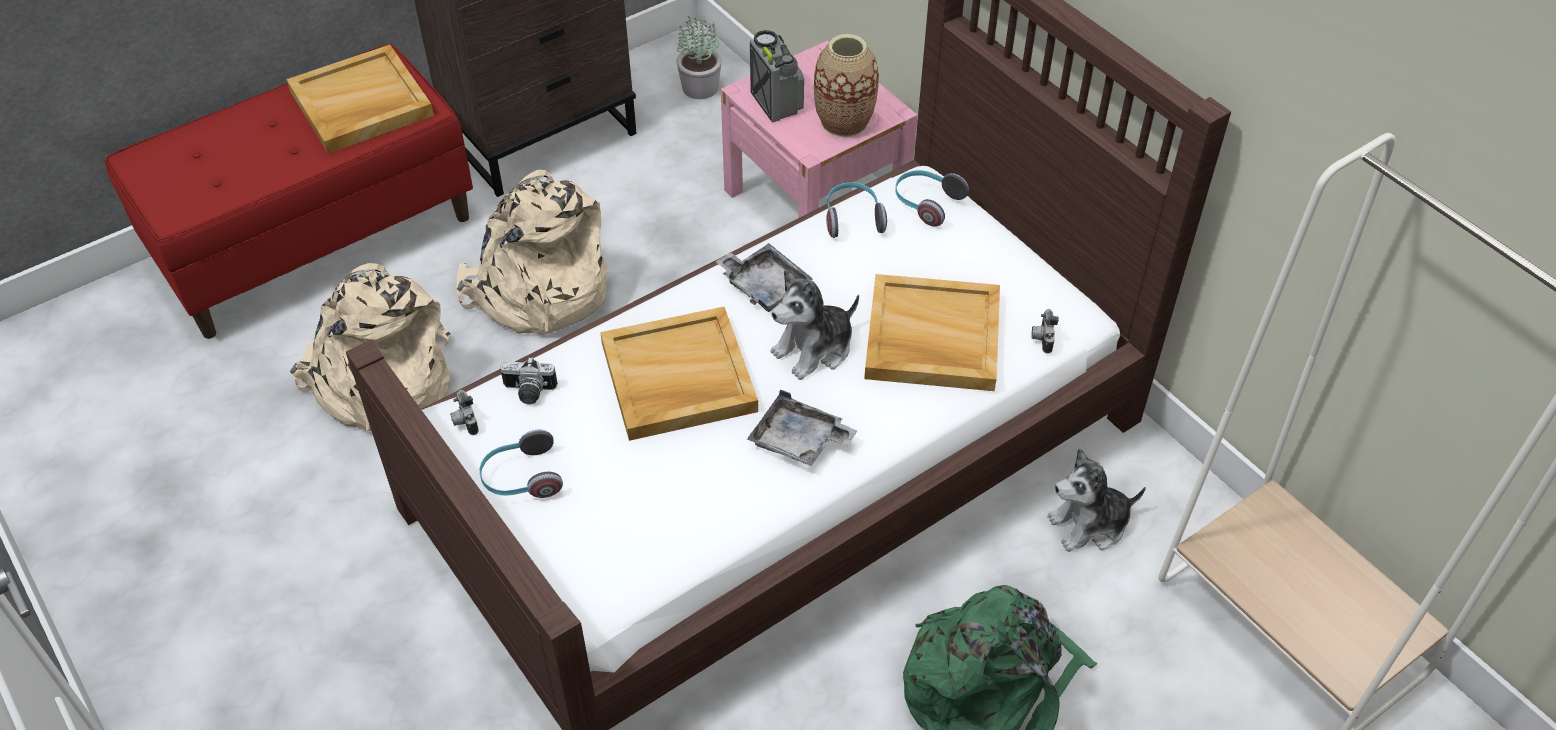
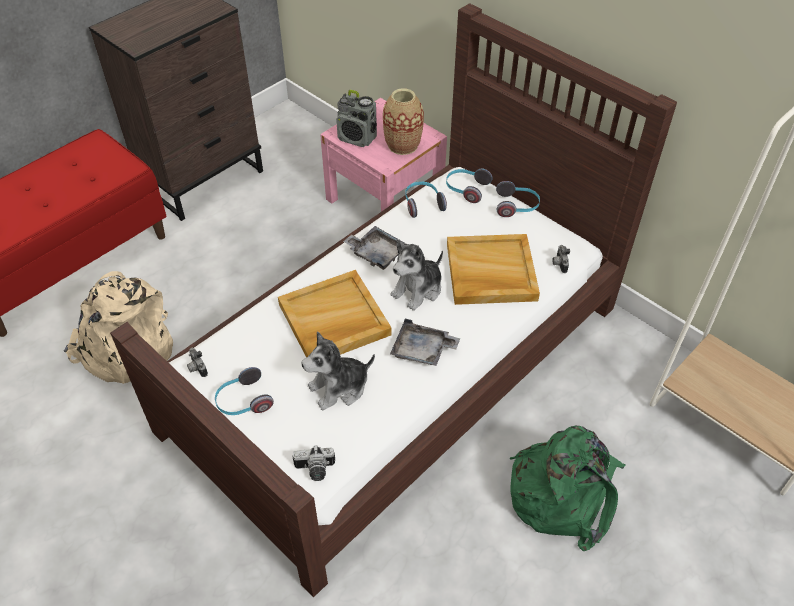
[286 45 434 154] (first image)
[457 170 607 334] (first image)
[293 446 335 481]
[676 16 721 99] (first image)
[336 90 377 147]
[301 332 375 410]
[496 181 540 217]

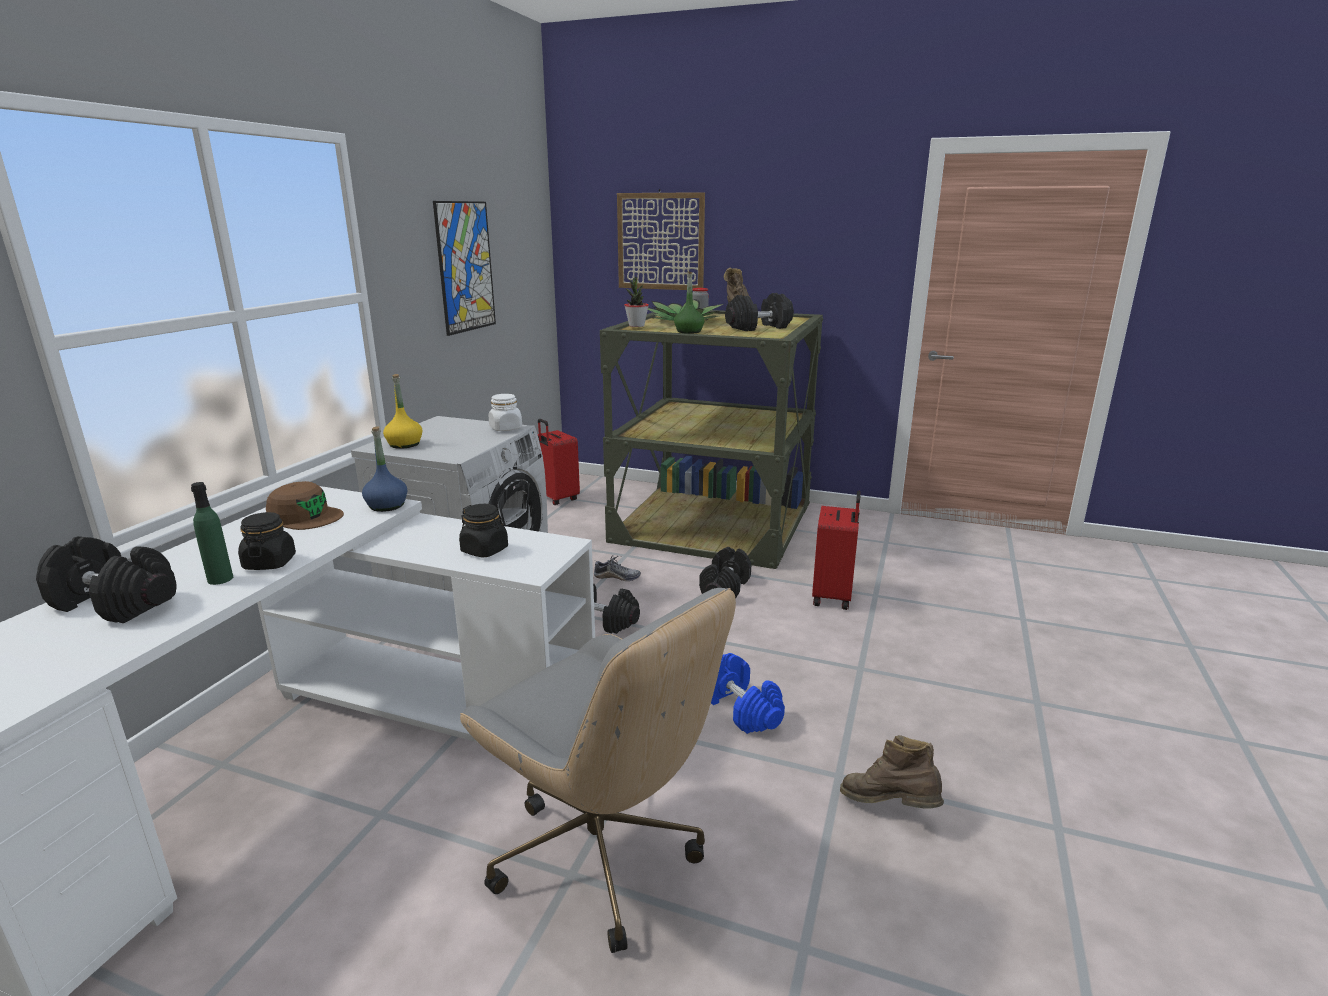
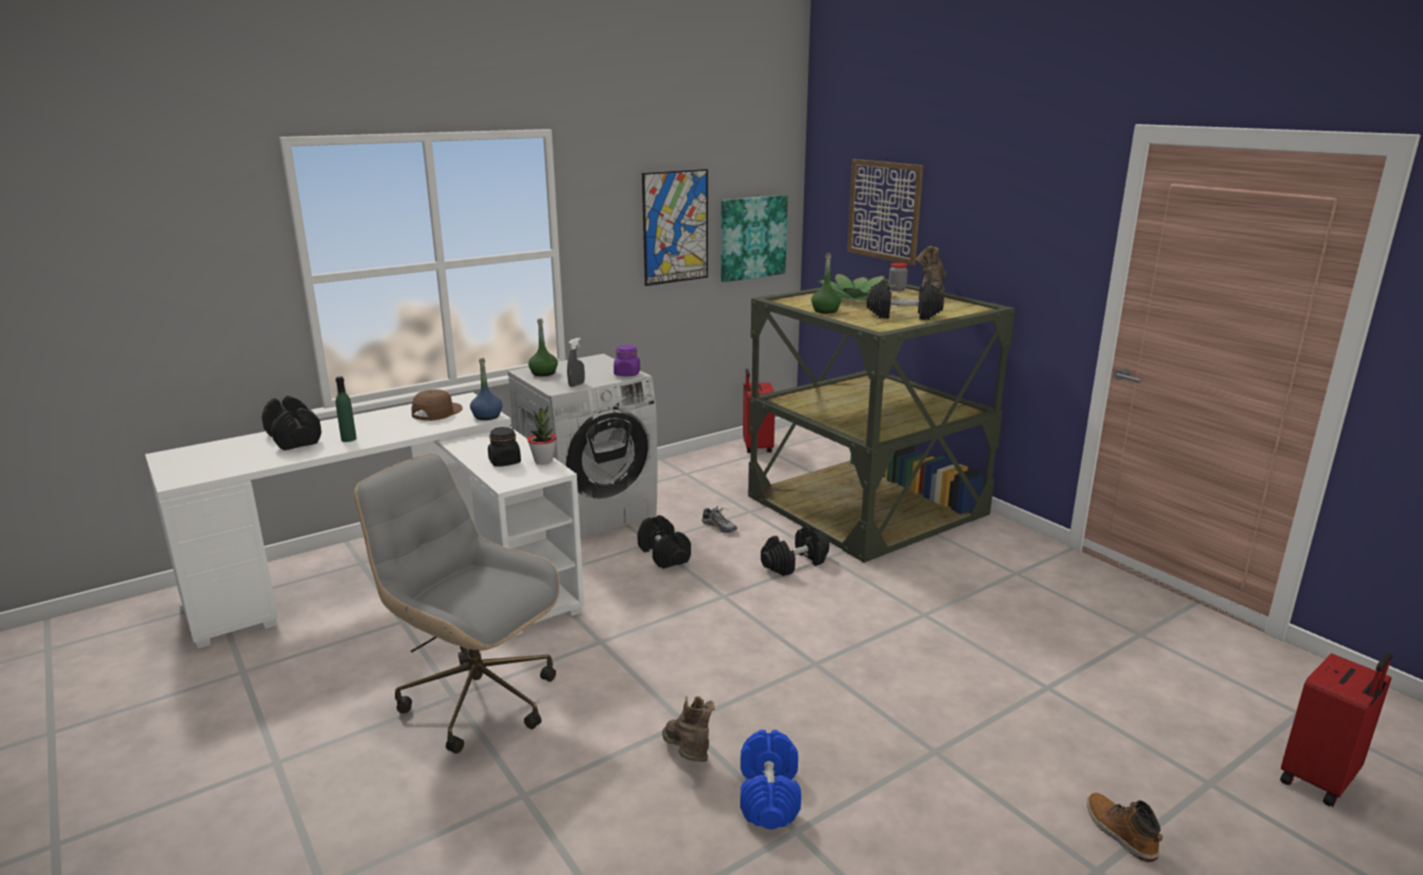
[238 512 296 570] (first image)
[411 389 463 421]
[528 318 558 376]
[354 453 560 754]
[614 345 640 376]
[527 405 556 464]
[740 730 801 829]
[1280 653 1392 807]
[567 338 585 387]
[721 195 788 282]
[1087 793 1163 862]

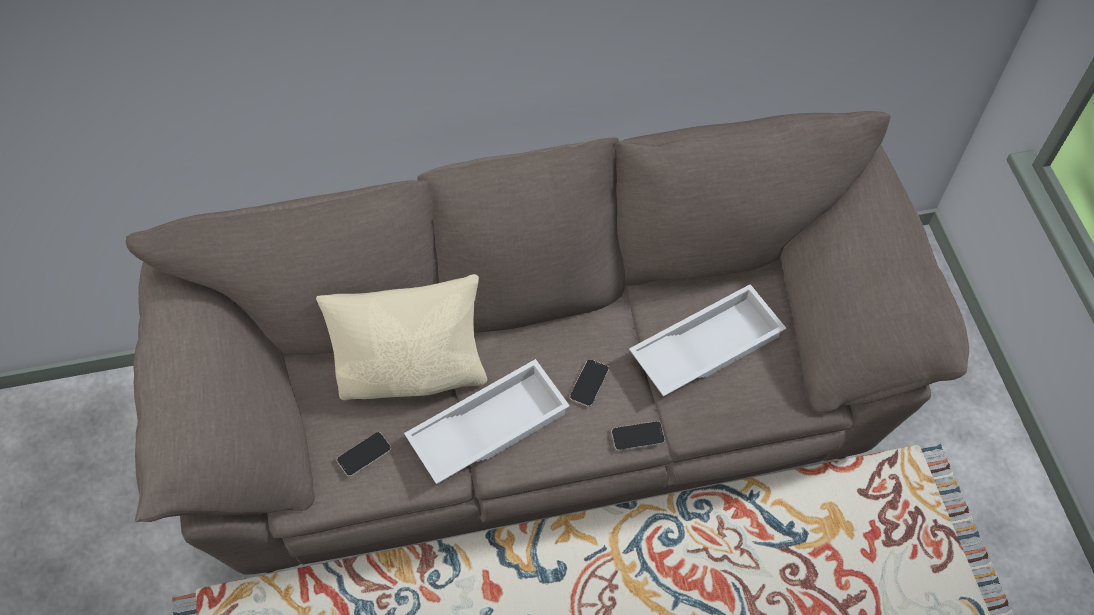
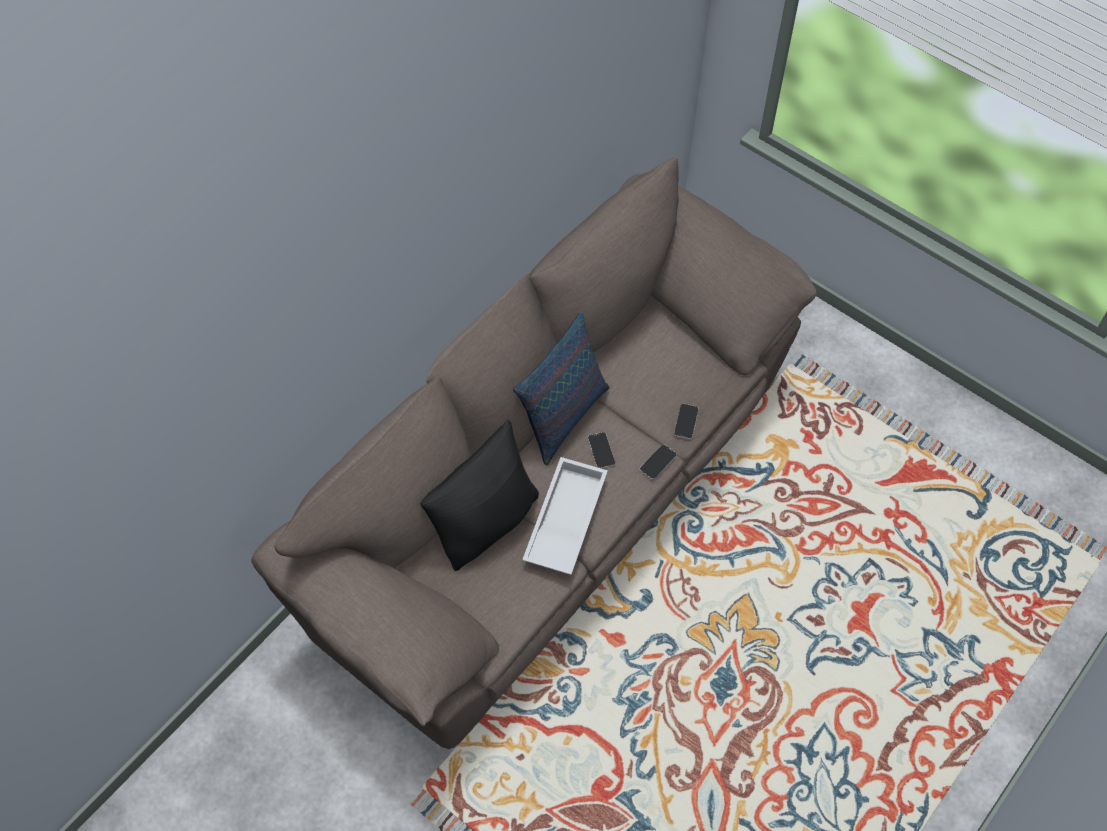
[420 420 539 571]
[674 404 699 439]
[629 284 786 397] (first image)
[513 312 610 466]

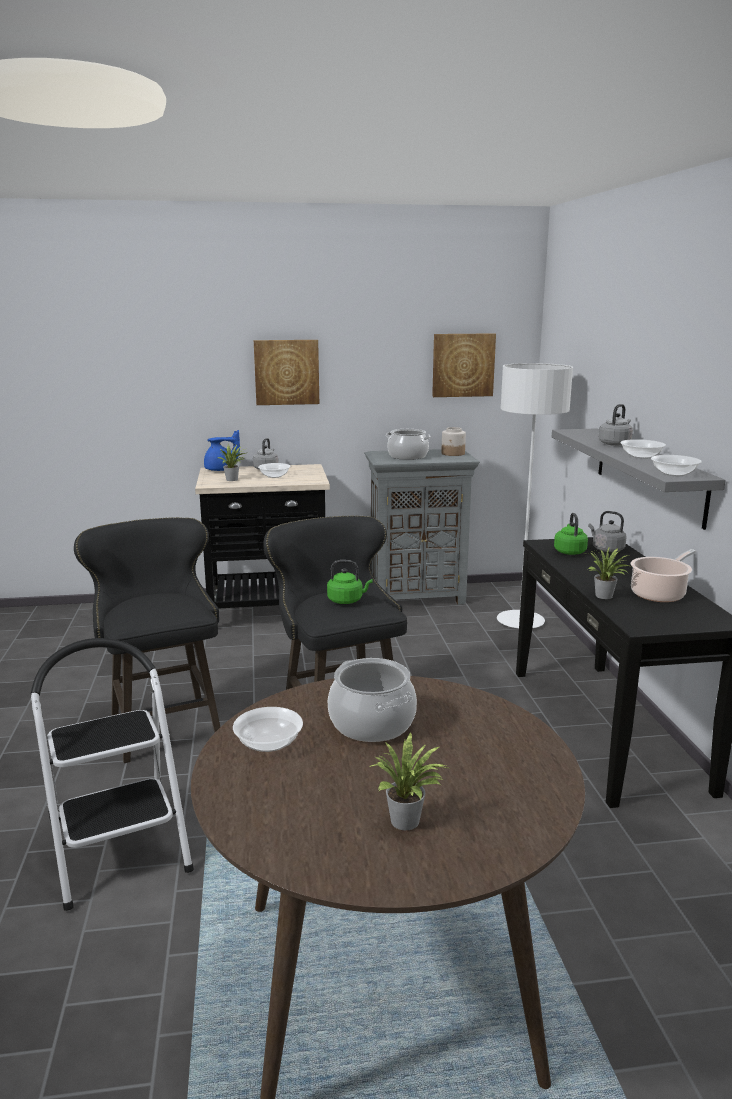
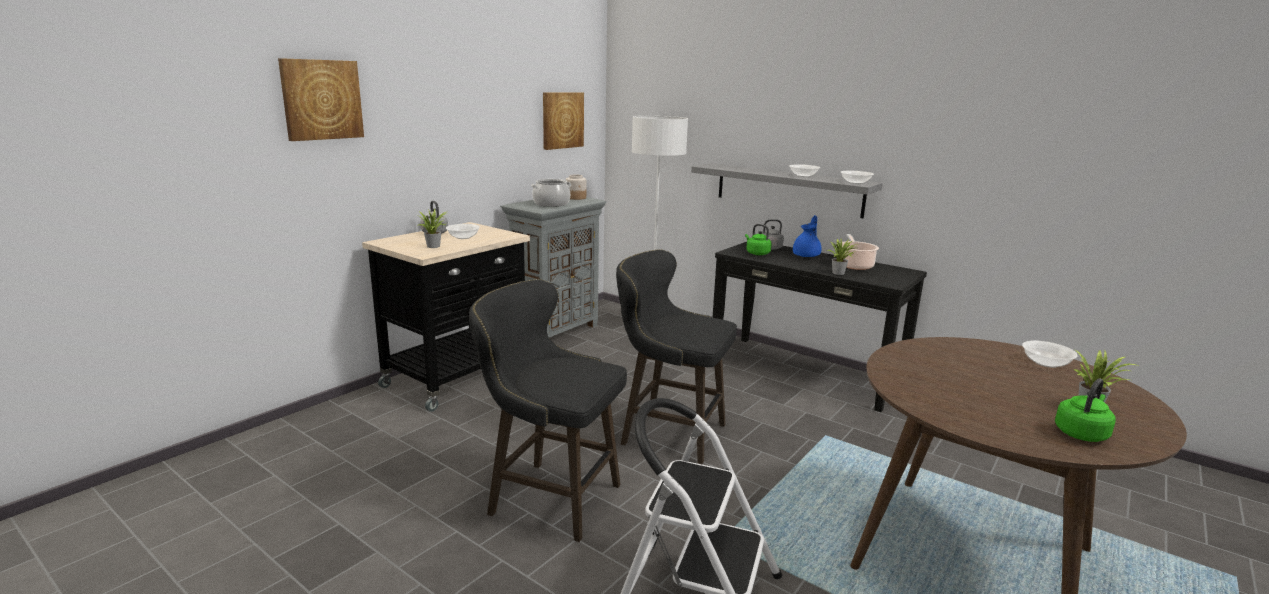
[793 215 821 257]
[1022 340 1078 368]
[278 58 364 141]
[1055 378 1116 442]
[328 658 417 742] (first image)
[599 404 633 446] (first image)

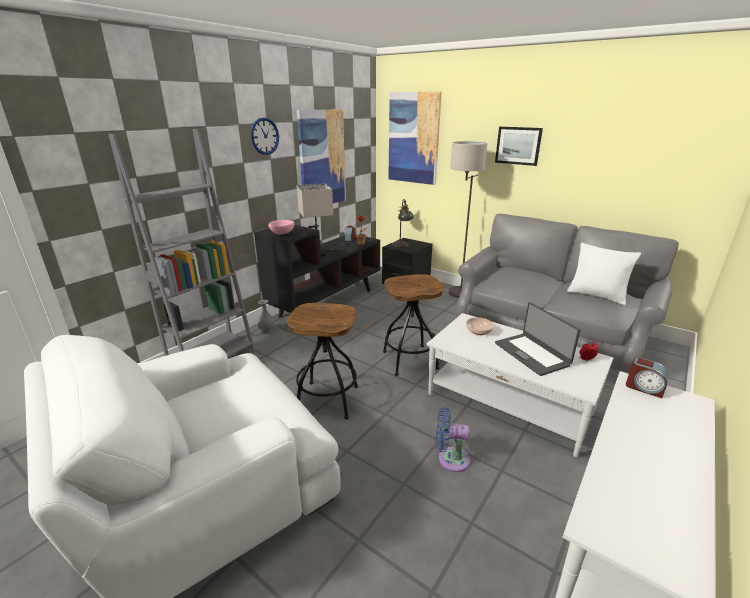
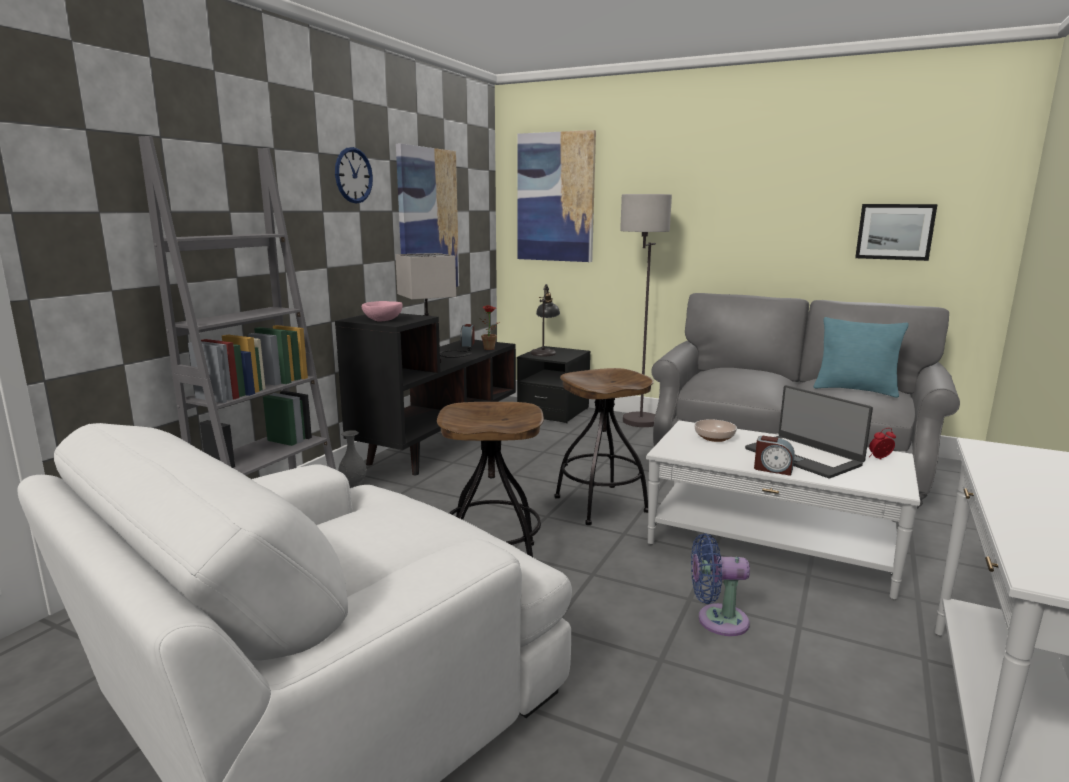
[855 204 938 261]
[814 317 909 398]
[754 436 795 476]

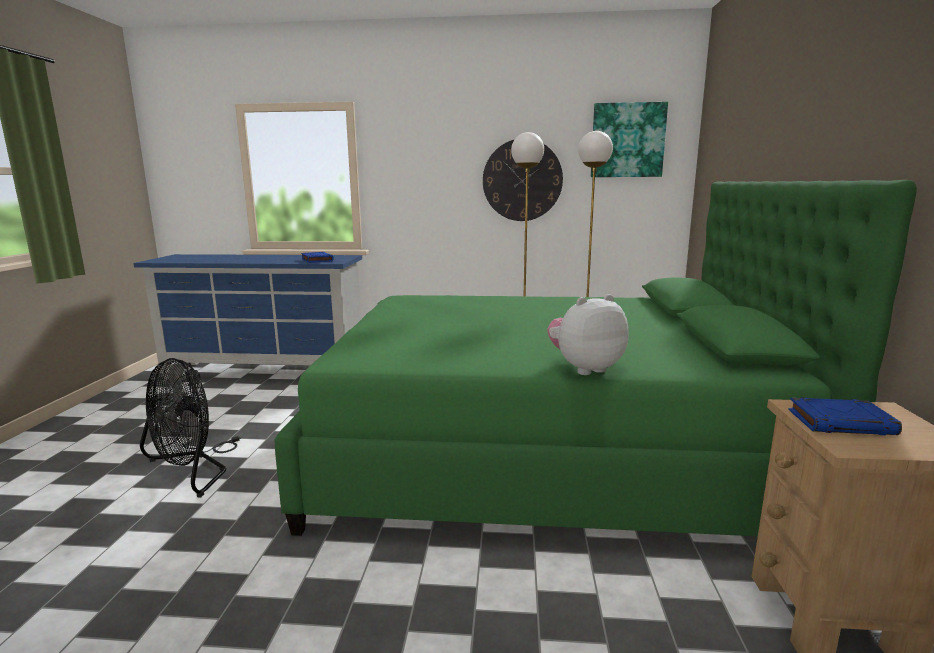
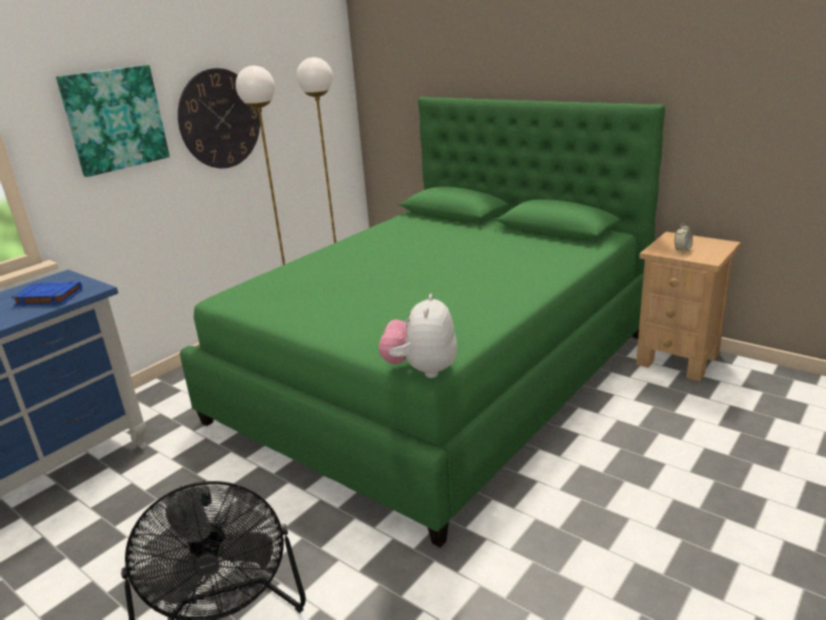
[379 294 457 378]
[56 65 170 177]
[675 223 693 252]

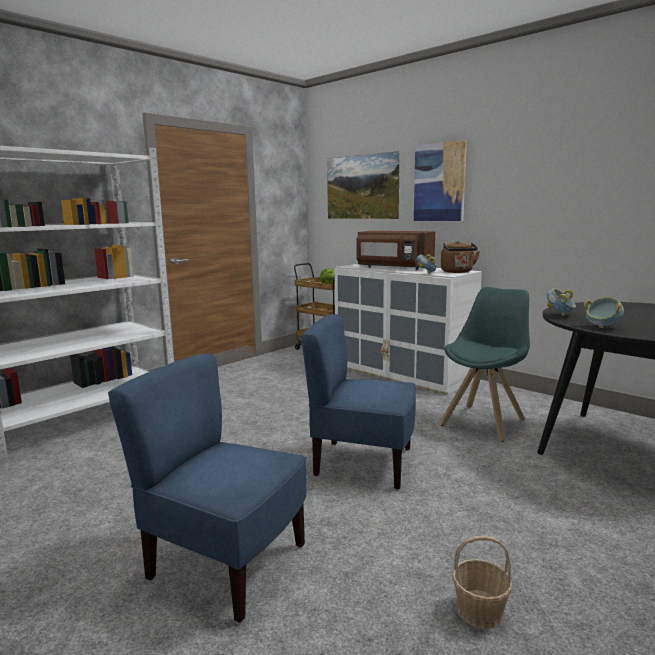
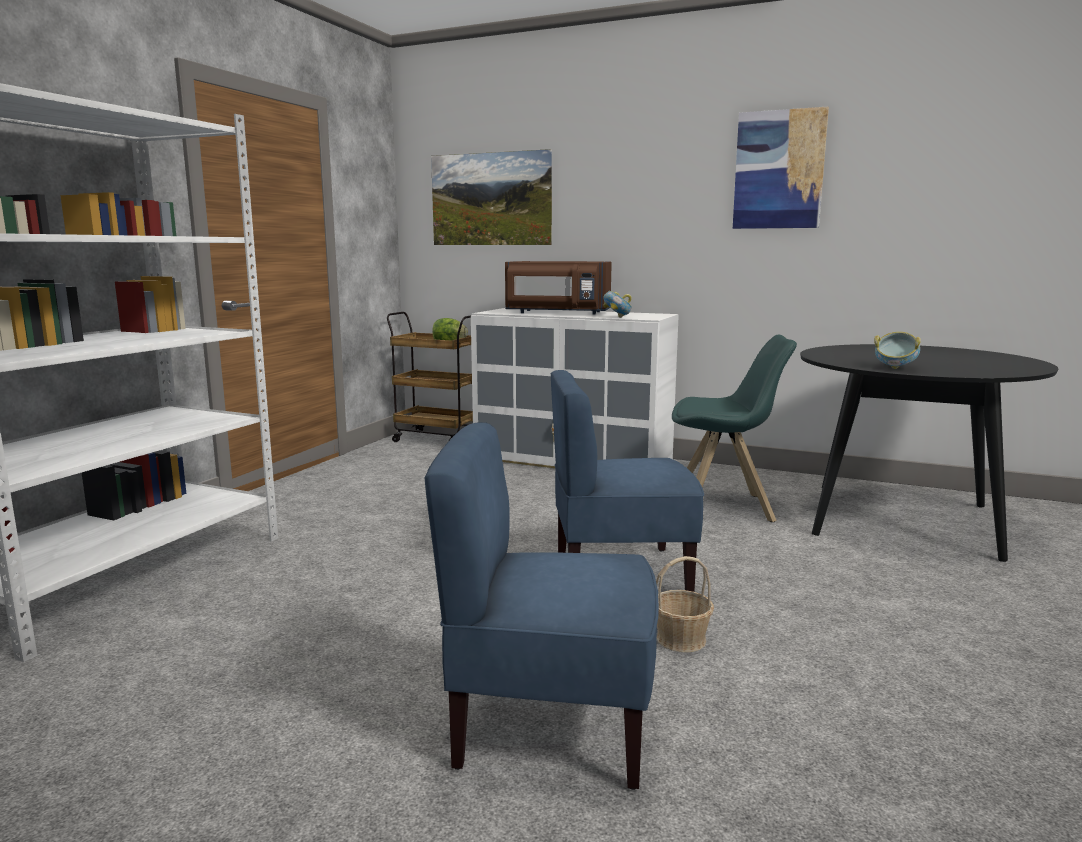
[733 107 829 229]
[672 335 797 522]
[441 241 480 273] (first image)
[656 556 714 652]
[547 288 576 316] (first image)

